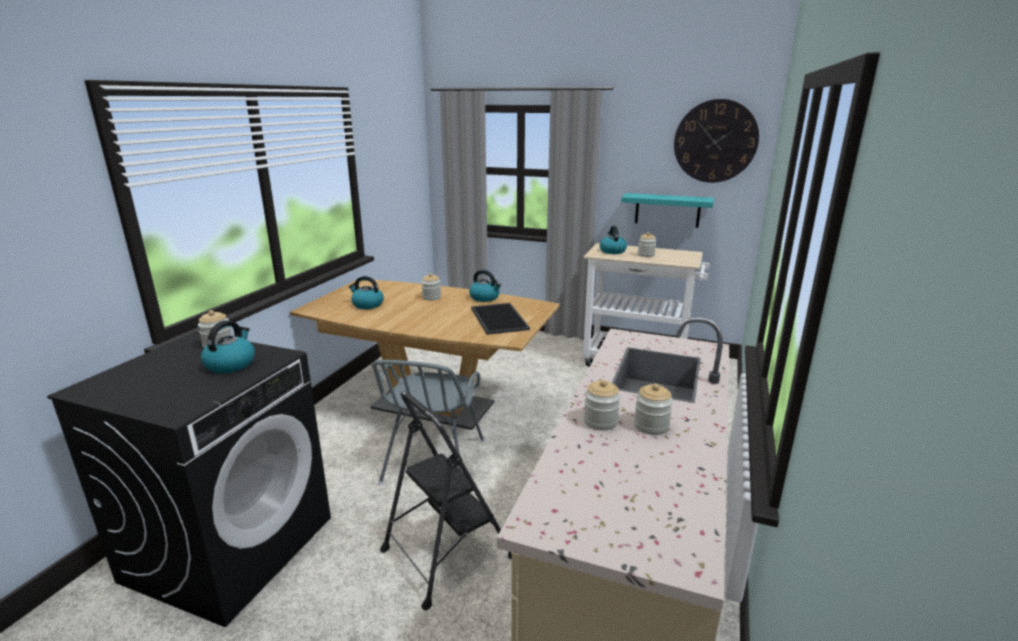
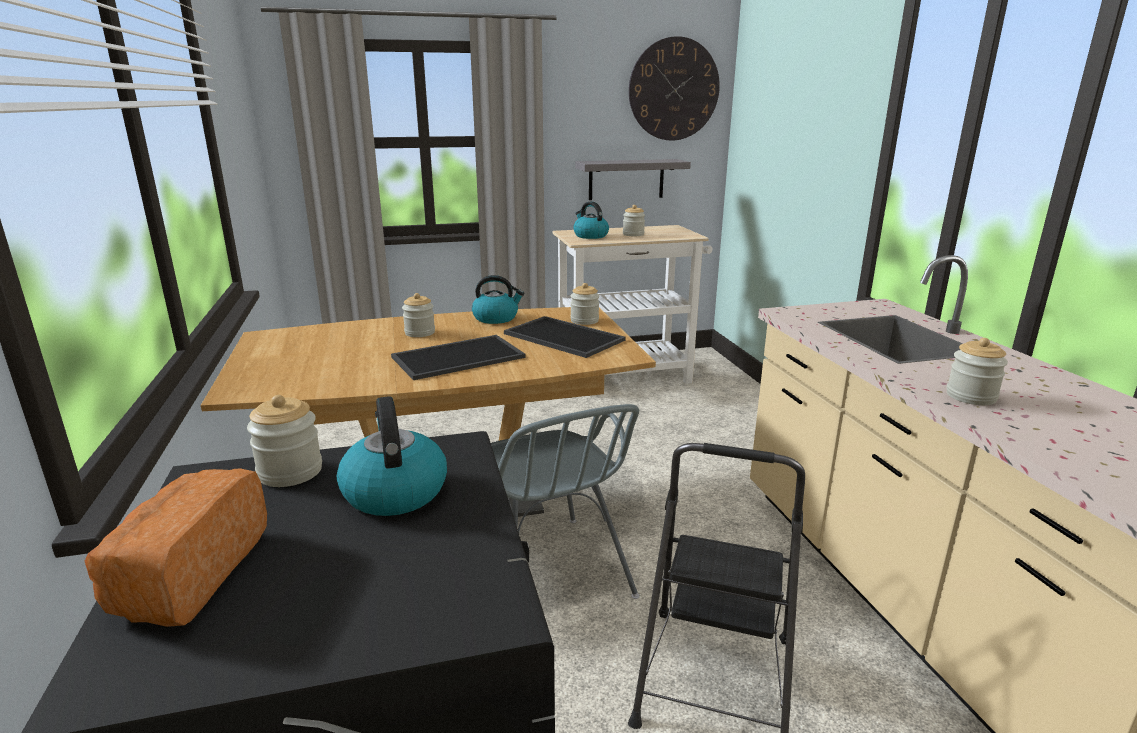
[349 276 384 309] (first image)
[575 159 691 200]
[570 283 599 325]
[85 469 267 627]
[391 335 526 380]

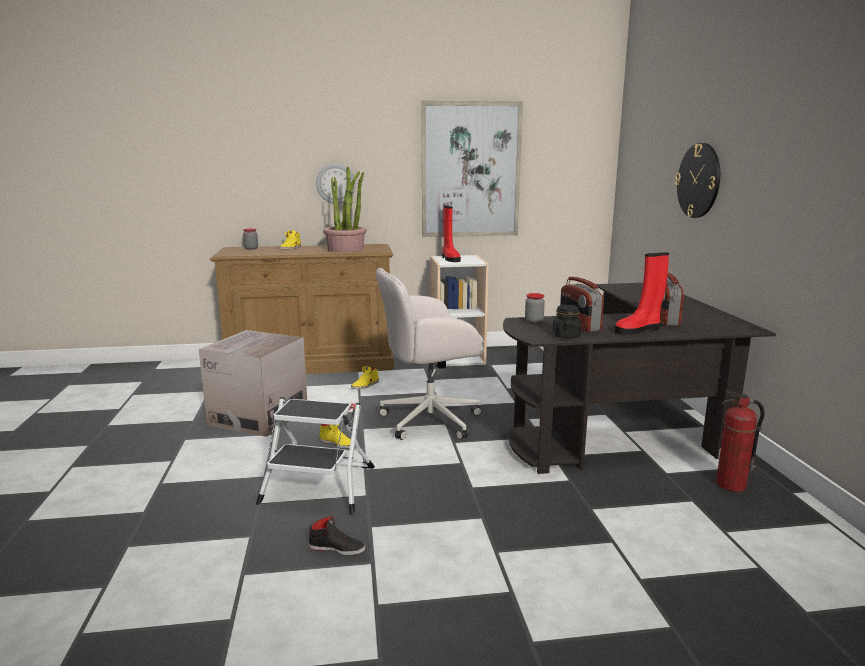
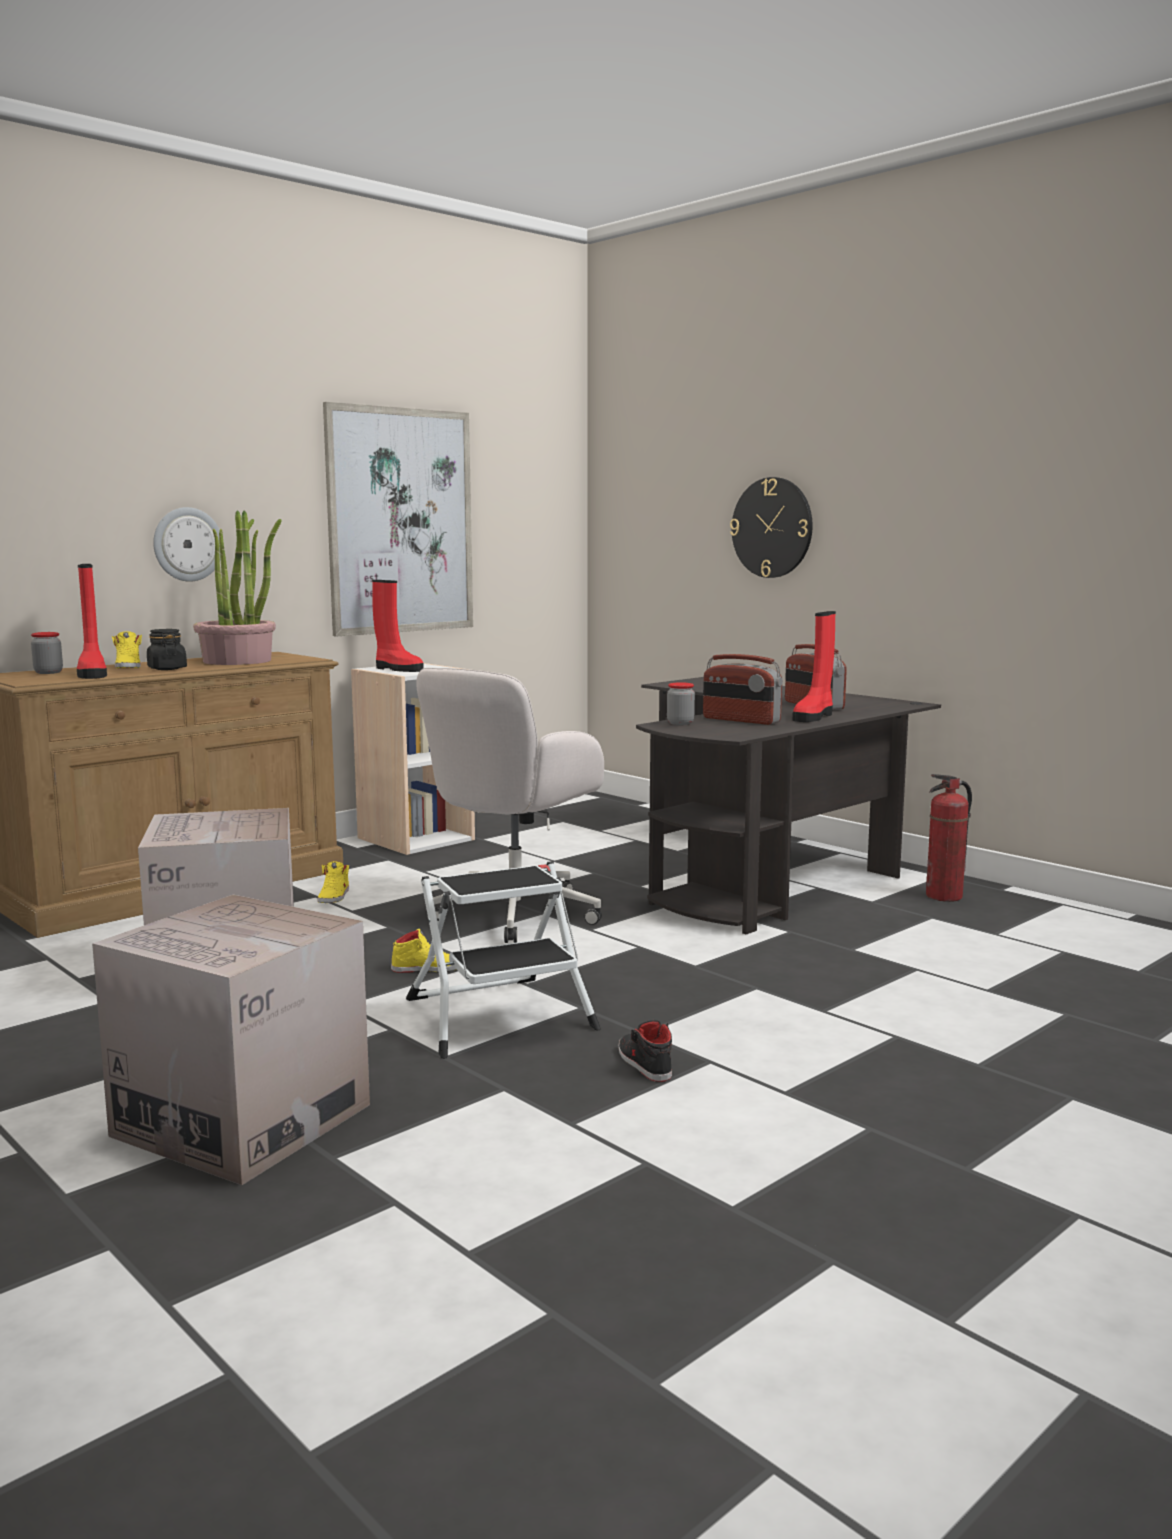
[618 1020 672 1082]
[147 629 187 670]
[77 564 107 679]
[92 895 370 1185]

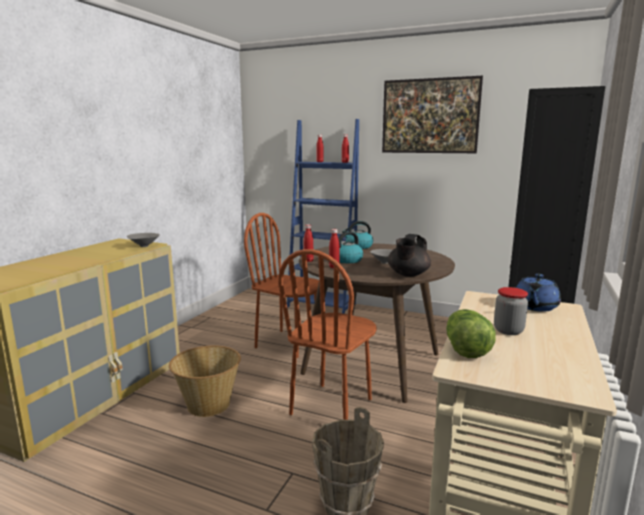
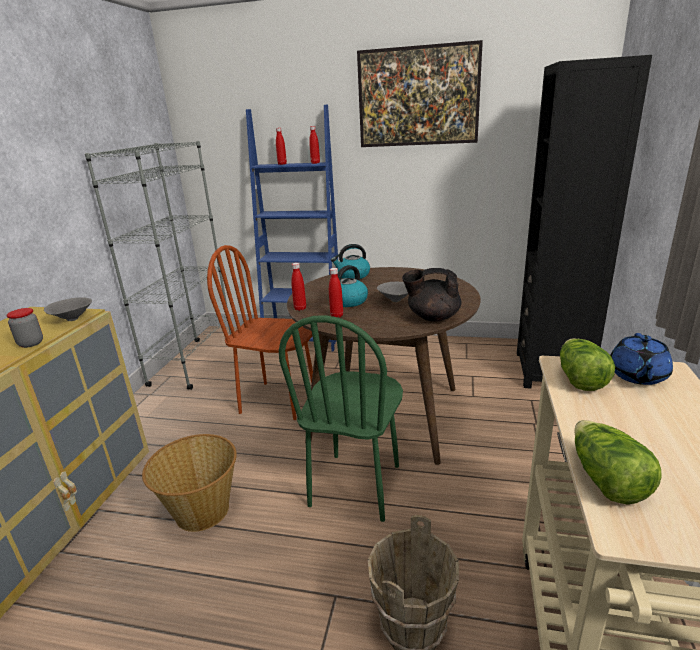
[279 315 403 522]
[402 268 461 322]
[6 308 43 348]
[85 141 232 390]
[560 338 615 391]

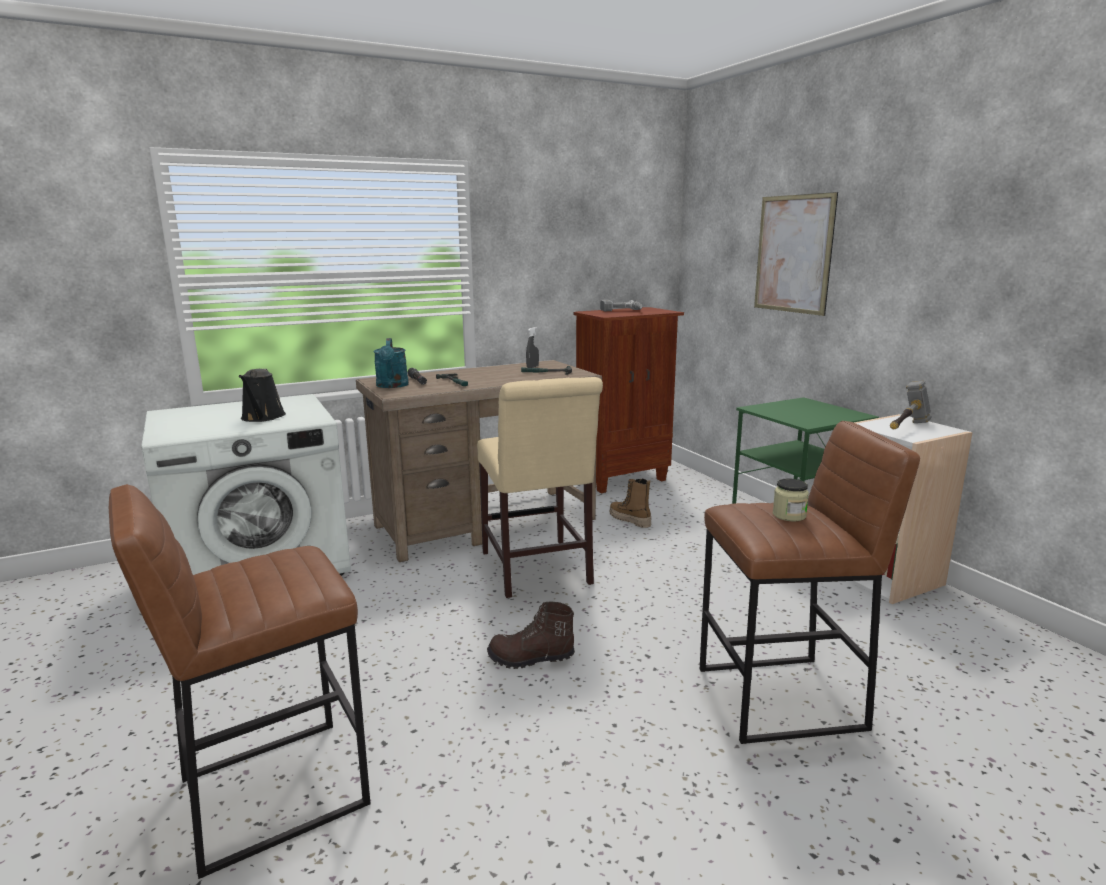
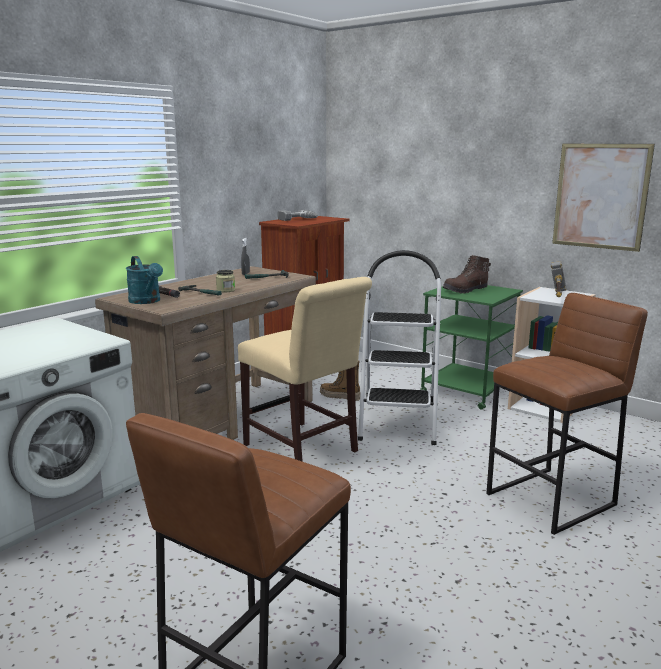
[239 369 286 422] (first image)
[443 255 491 294]
[552 144 655 252]
[216 270 235 292]
[358 250 441 445]

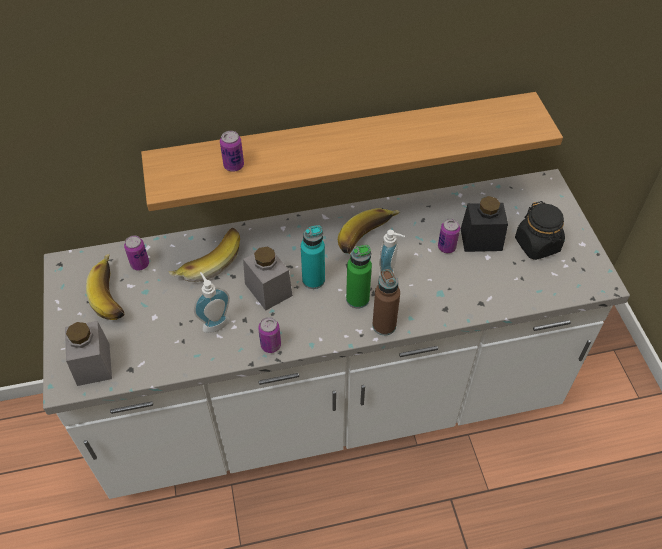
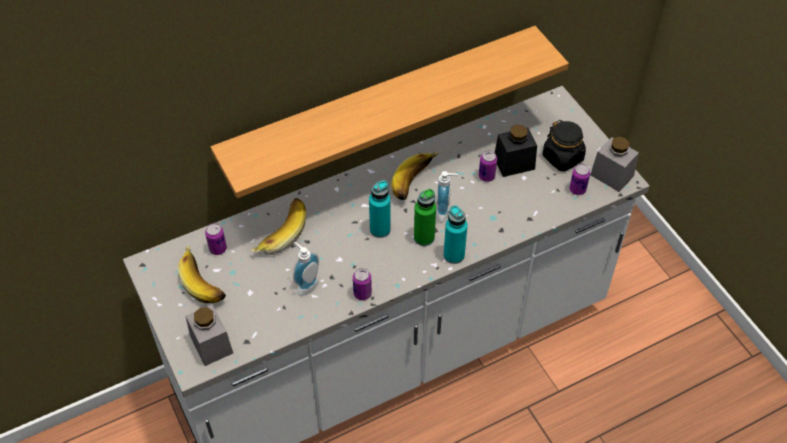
[569 164 590 195]
[590 137 639 192]
[444 205 468 264]

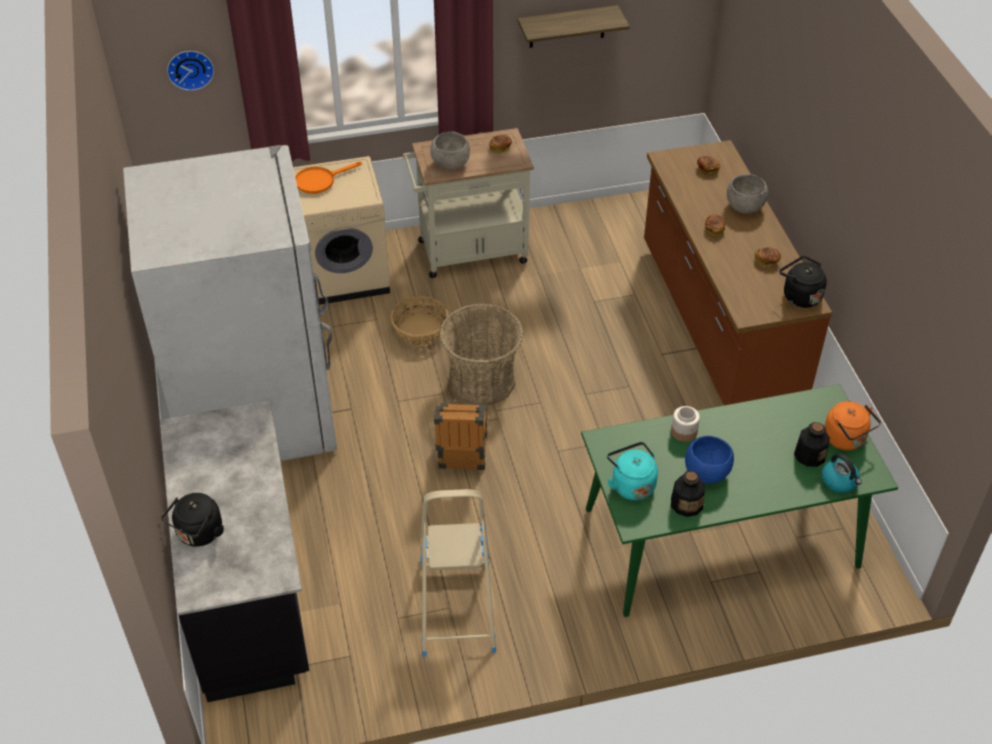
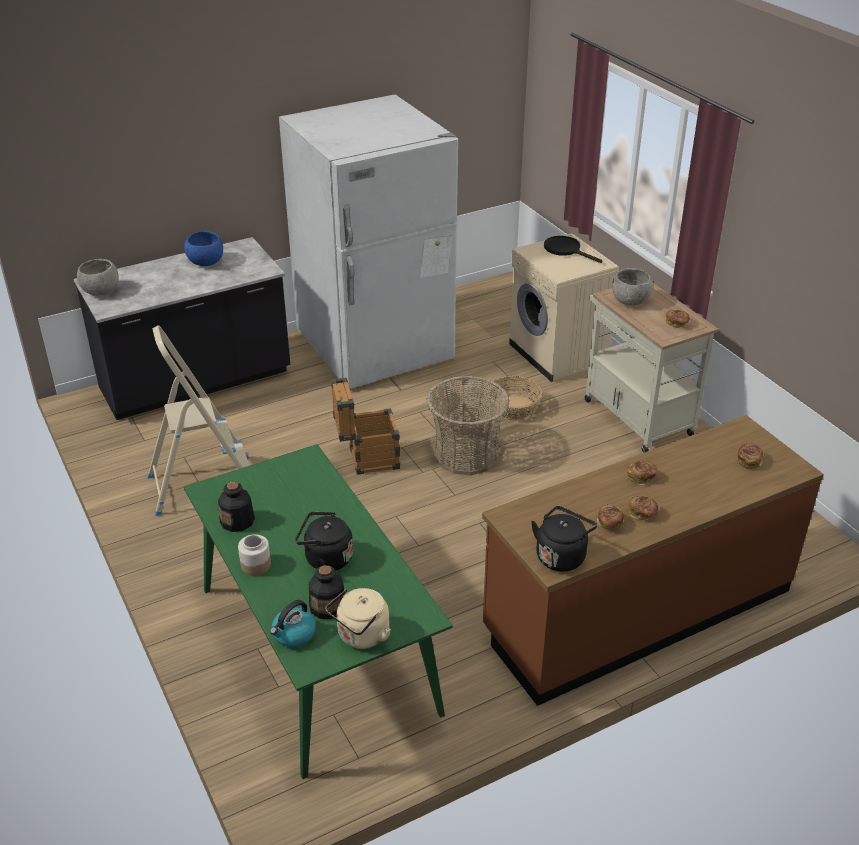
[295 512 353 571]
[167 51 214 91] (first image)
[544 236 602 263]
[517 5 630 48] (first image)
[607 442 658 501] (first image)
[238 534 271 576]
[184 231 223 266]
[77 259 119 296]
[326 588 391 649]
[628 496 658 520]

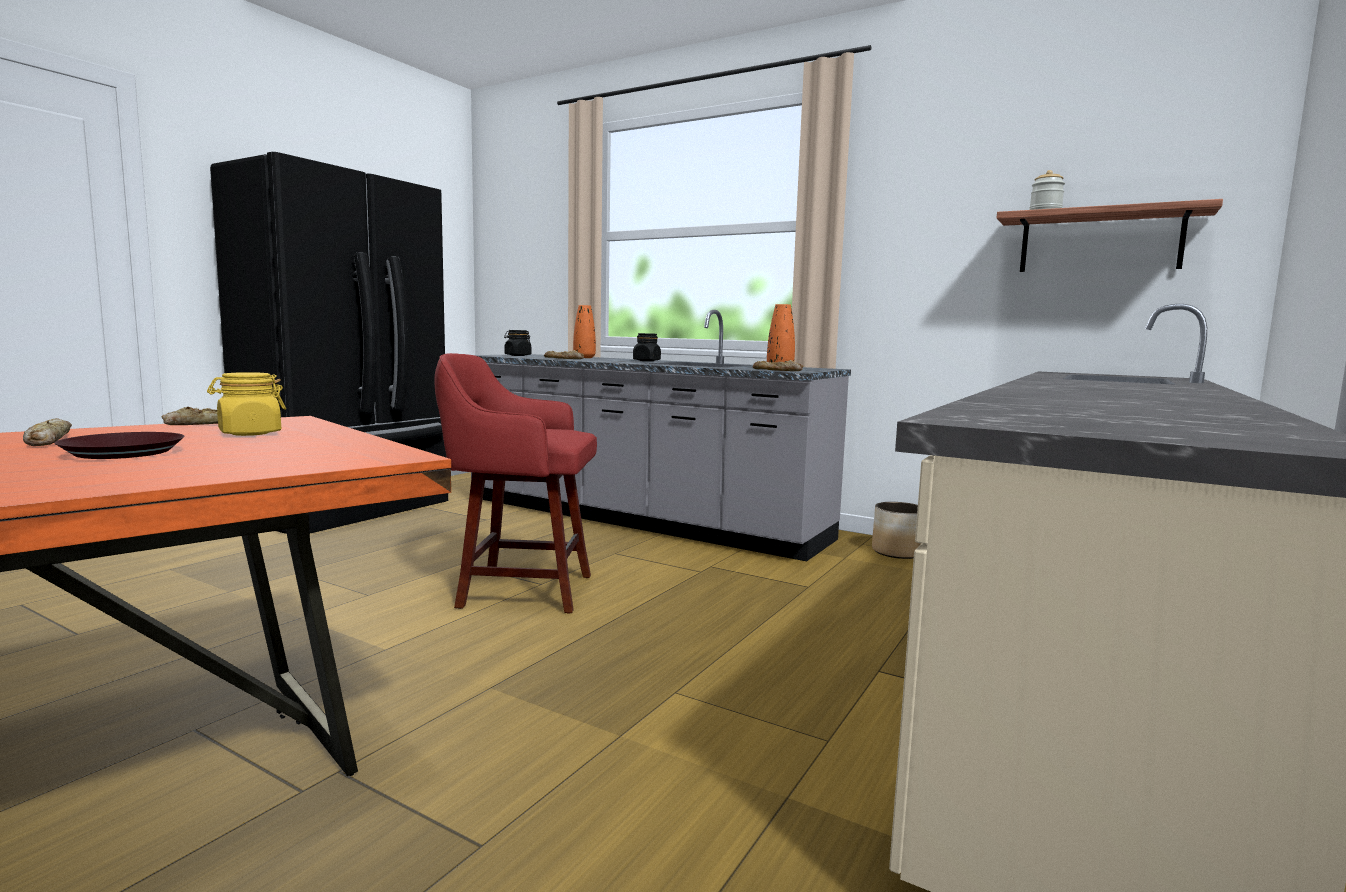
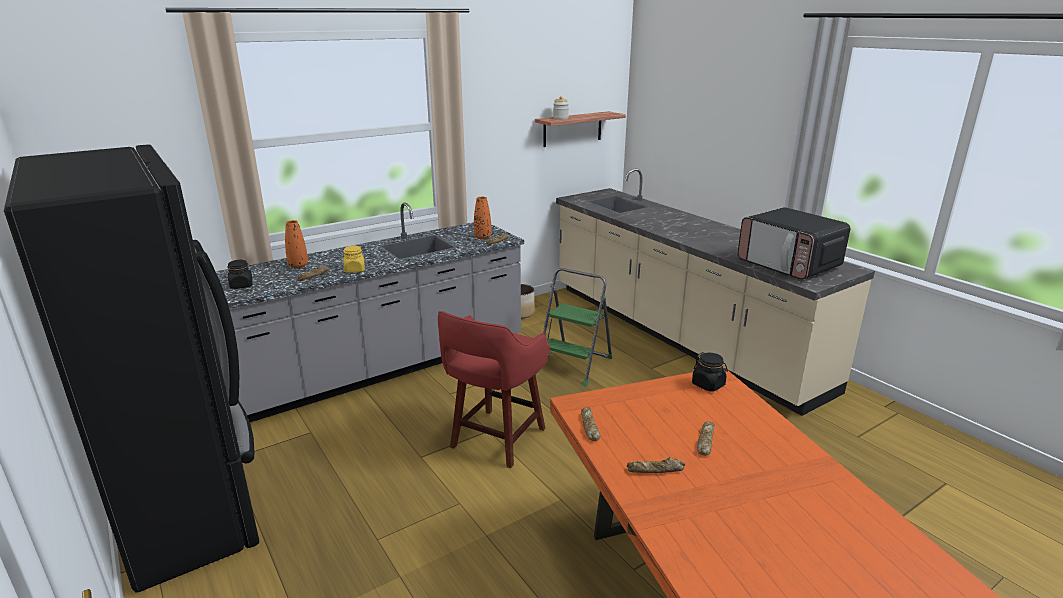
[697 421 715 456]
[343 245 365 273]
[692 352 728 392]
[537 268 612 387]
[738 207 850 280]

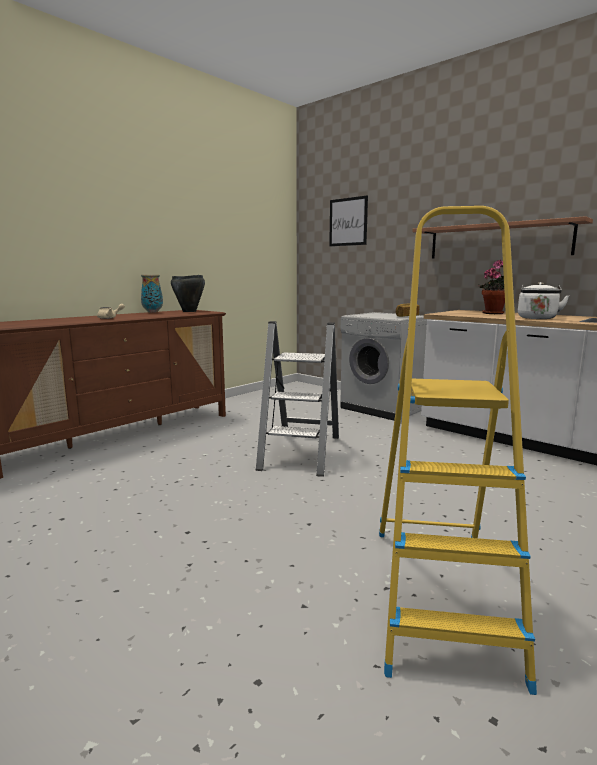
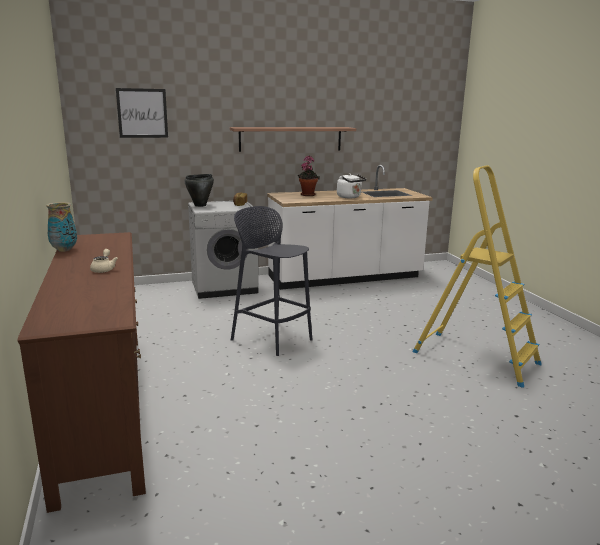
[184 174 214 207]
[231 206 313 356]

